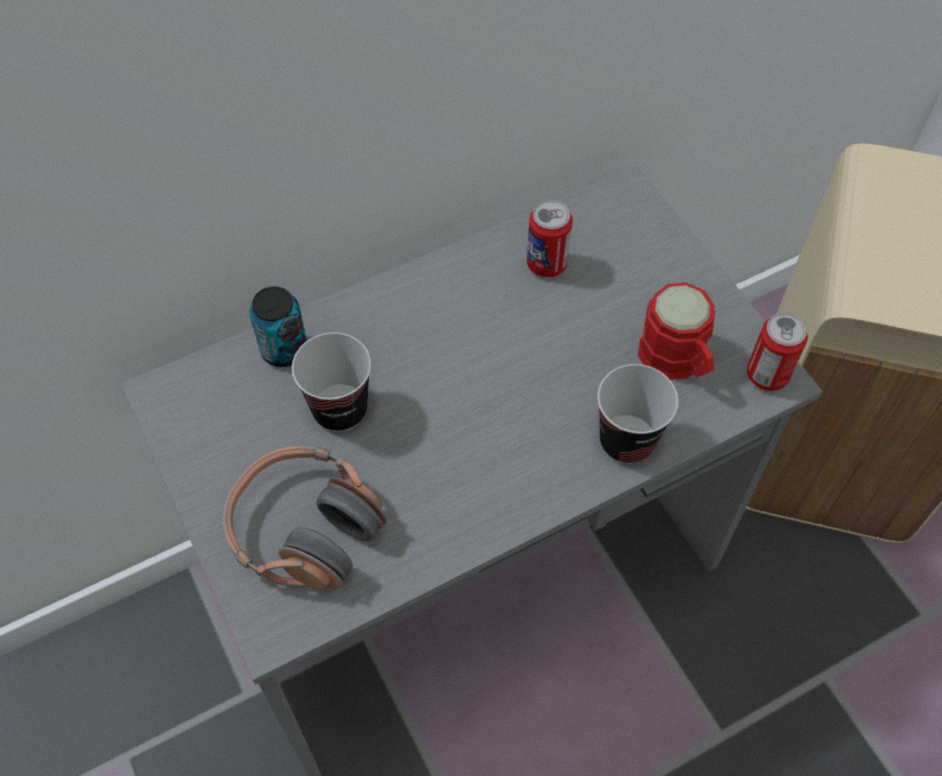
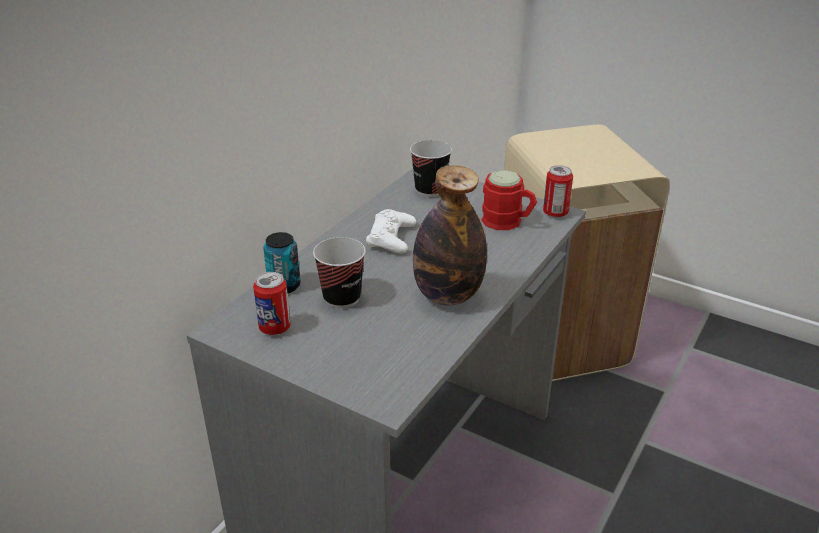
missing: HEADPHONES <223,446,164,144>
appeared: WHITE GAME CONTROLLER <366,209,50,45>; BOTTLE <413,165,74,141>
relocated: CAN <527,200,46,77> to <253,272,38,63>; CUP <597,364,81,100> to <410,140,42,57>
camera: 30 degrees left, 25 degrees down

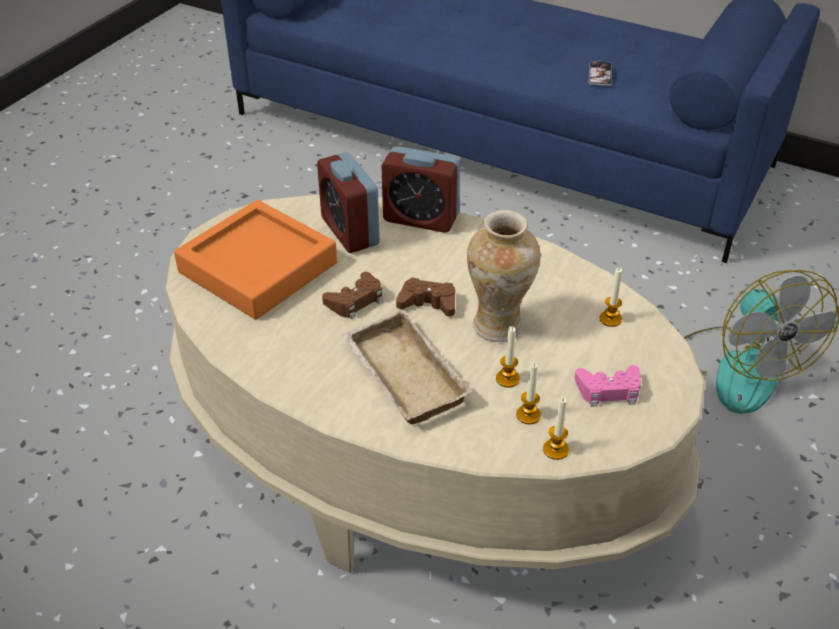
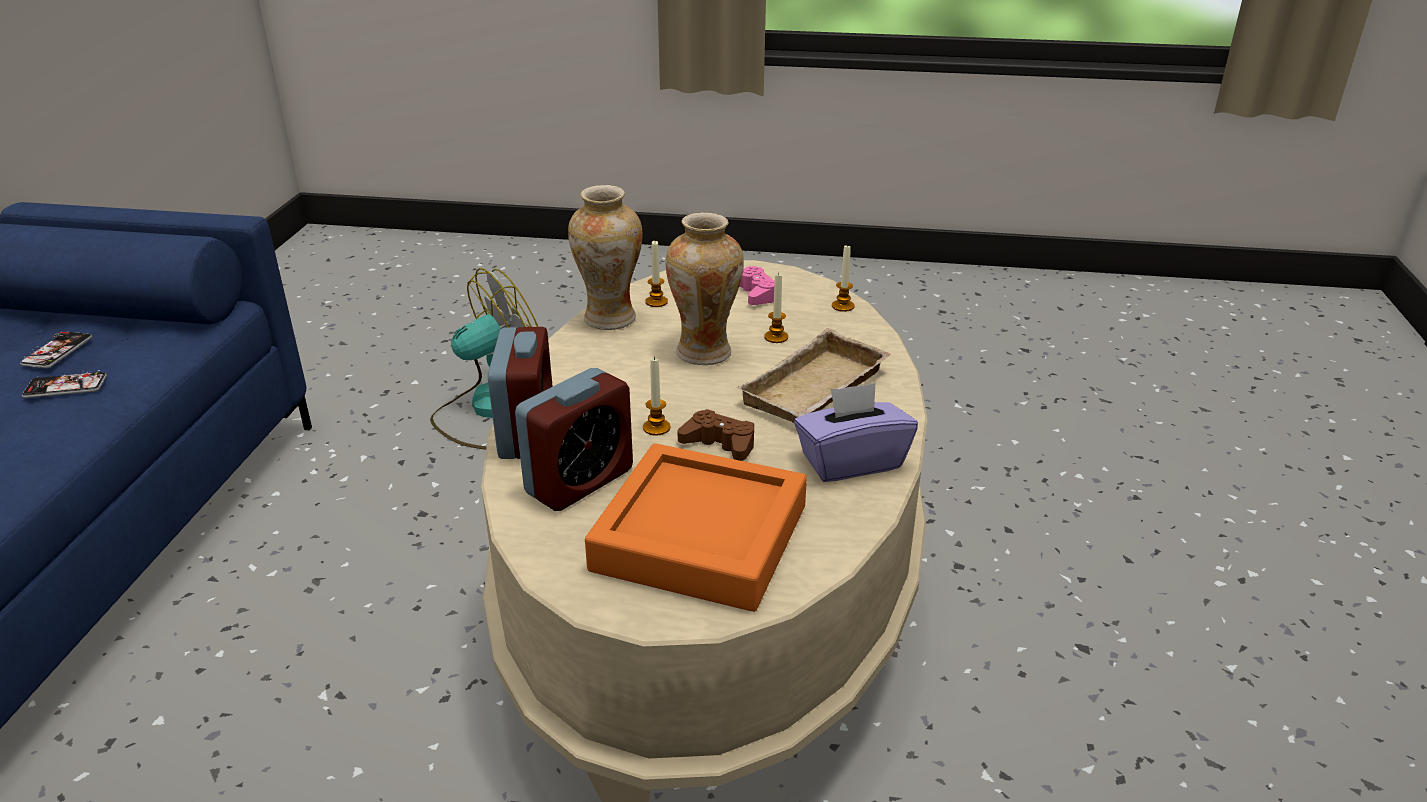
missing: BROWN GAME CONTROLLER <396,278,59,39>
appeared: PHONE <20,332,72,36>; VASE <568,185,75,145>; PURPLE TISSUE BOX <794,383,124,99>
relocated: CANDLE <516,362,25,62> to <643,357,27,79>
camera: 110 degrees left, 10 degrees down

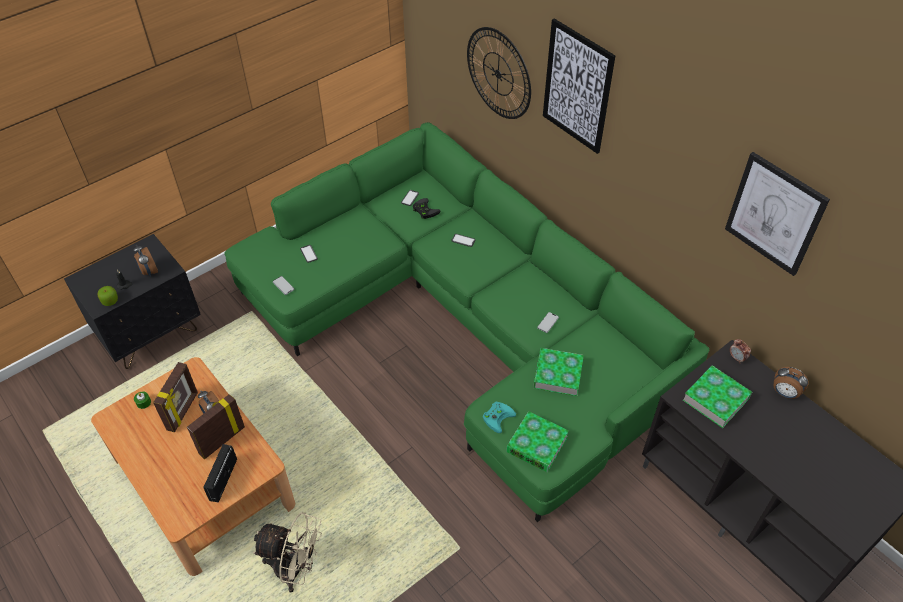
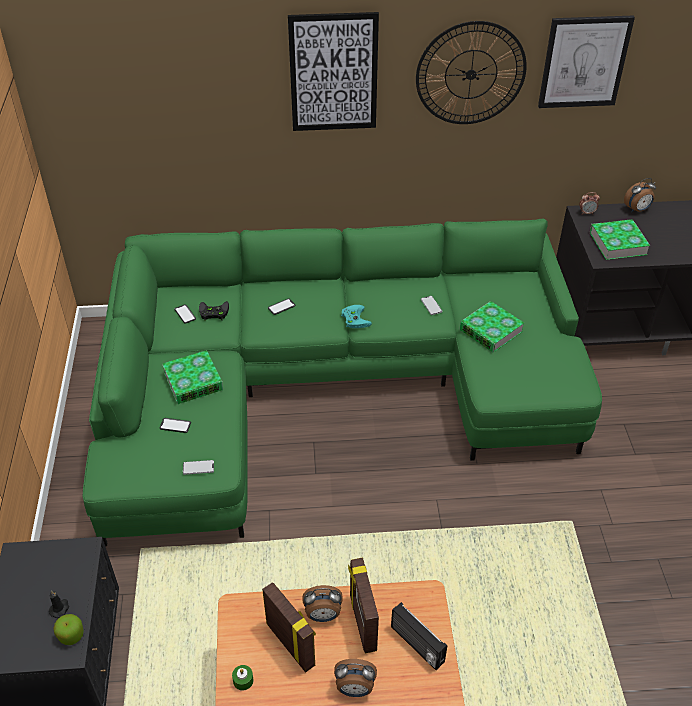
missing: BEIGE FAN <253,512,69,81>
relocated: BOOK <506,411,63,61> to <162,350,61,54>; ALARM CLOCK <133,244,25,33> to <334,659,43,38>; TURQUOISE GAME CONTROLLER <483,402,33,31> to <341,305,31,23>; WALL CLOCK <467,27,64,92> to <416,21,111,103>
camera: 55 degrees left, 5 degrees down

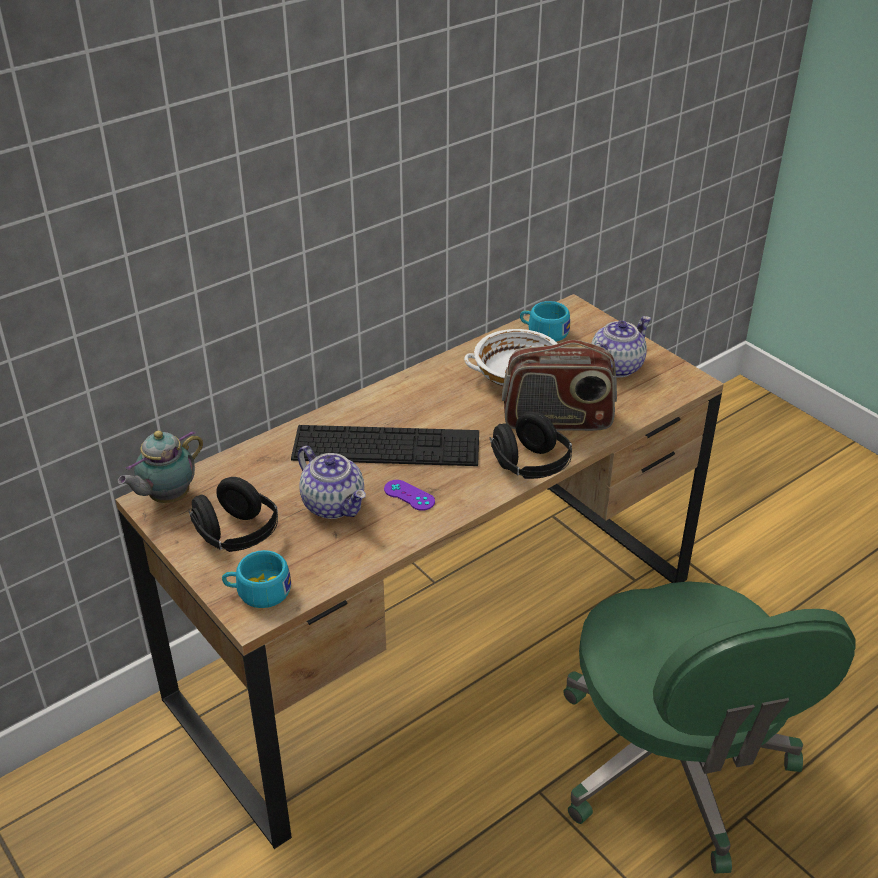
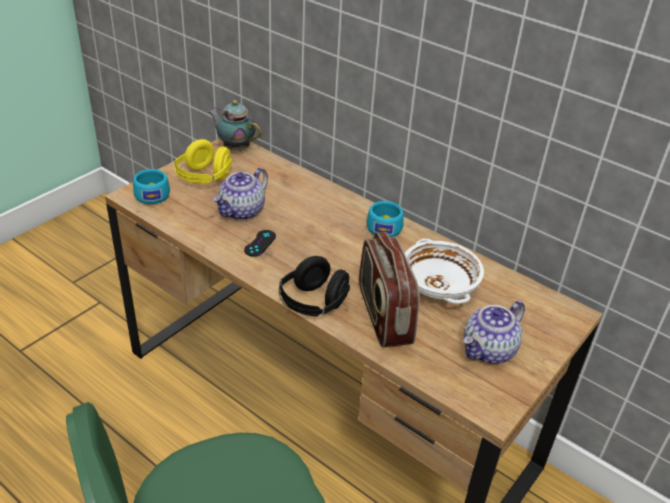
missing: KEYBOARD <291,425,188,41>
relocated: TURQUOISE CUP <520,301,50,41> to <367,201,37,36>
colour: BLACK HEADPHONES <188,477,90,75> to YELLOW HEADPHONES <174,139,58,45>; PURPLE GAME CONTROLLER <384,480,51,31> to BLACK GAME CONTROLLER <244,230,32,27>
spun: TEAPOT <591,316,60,62> = <463,300,62,64> 105 degrees clockwise
camera: 75 degrees right, 0 degrees up

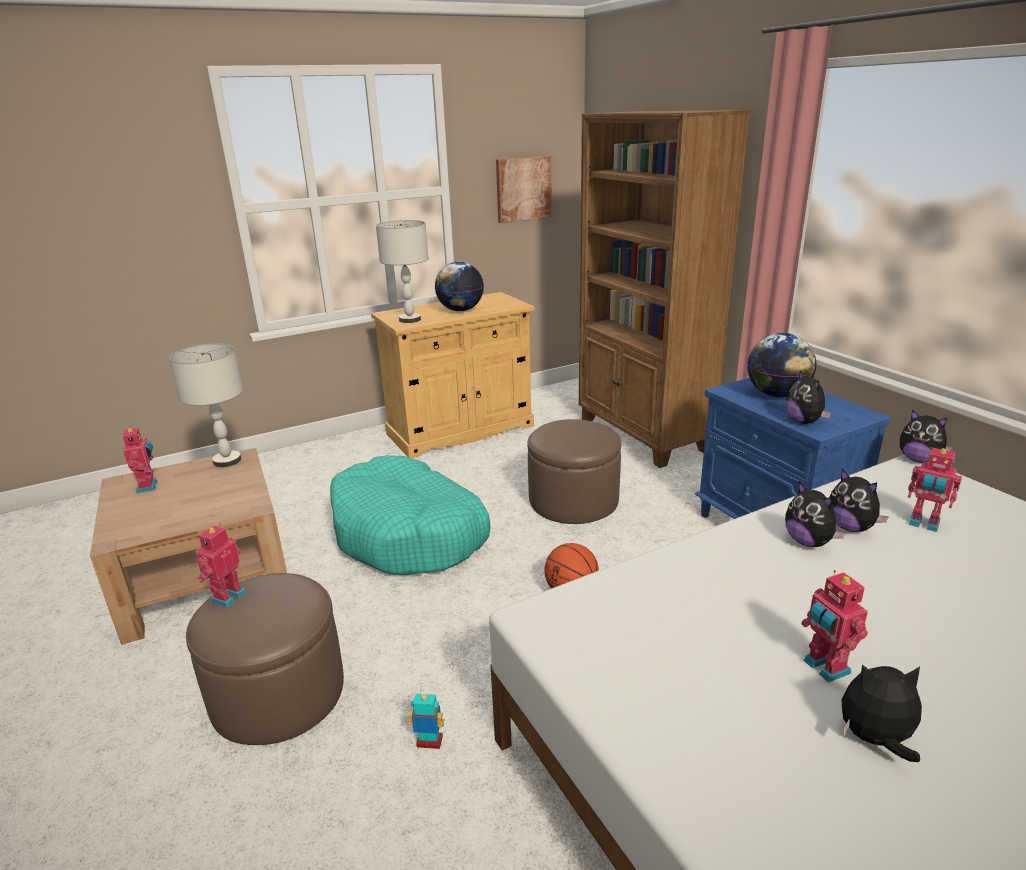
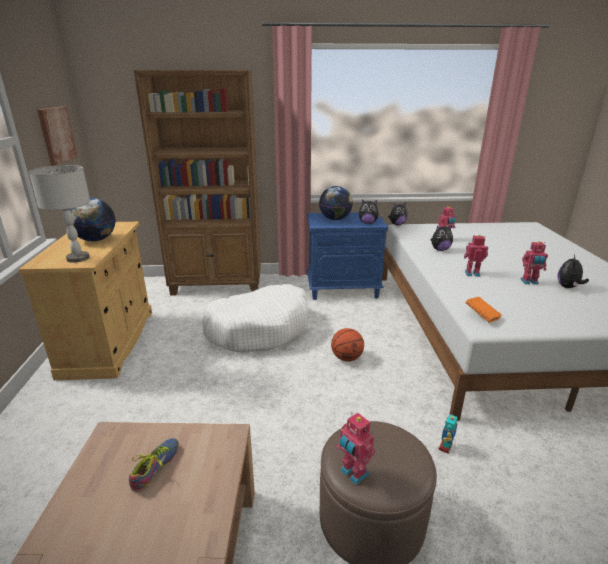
missing: GREY TABLE LAMP <169,343,74,124>; TURQUOISE DOG BED <330,455,160,120>; PLUSH TOY <785,481,60,66>
appeared: SHOE <129,438,50,54>; ORANGE BOOK <466,297,36,26>
relocated: TOY ROBOT <122,426,35,67> to <464,235,24,42>
exchanged: BROWN OTTOMAN <527,419,94,105> to WHITE DOG BED <202,284,106,69>
camera: 65 degrees left, 0 degrees up

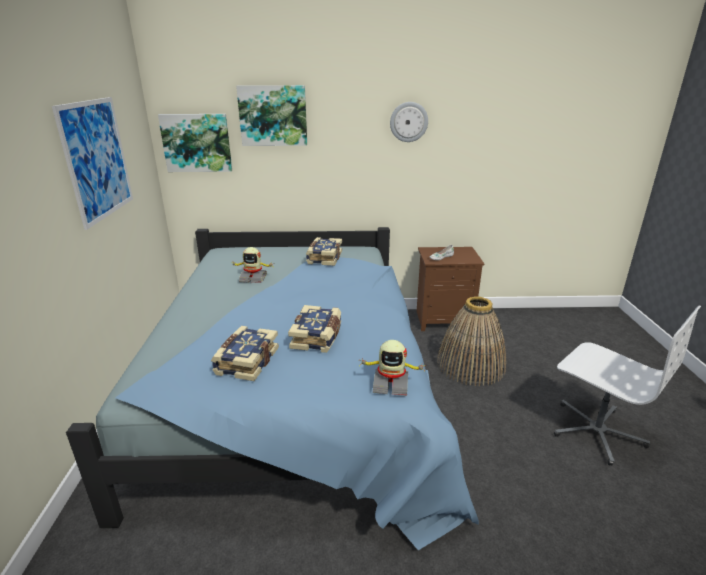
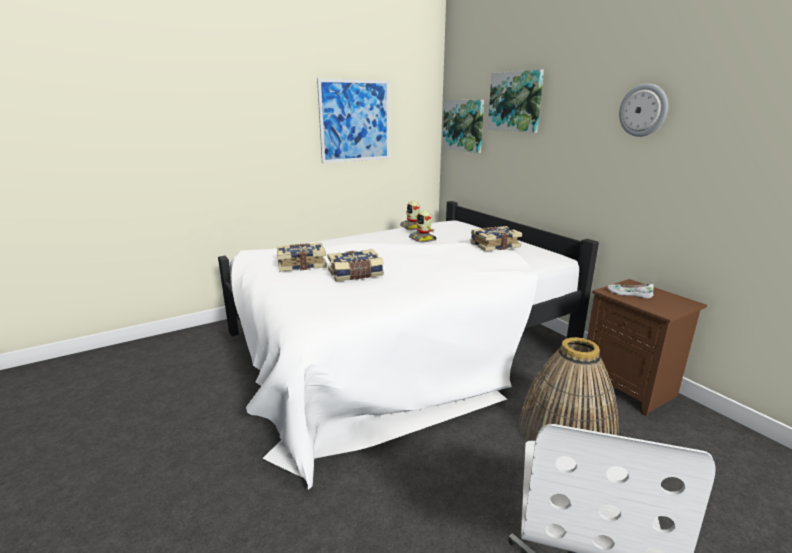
relocated: TOY ROBOT <358,340,67,56> to <400,201,20,29>
colour: BLUE BED <66,227,413,323> to WHITE BED <218,201,381,289>
camera: 60 degrees right, 5 degrees down

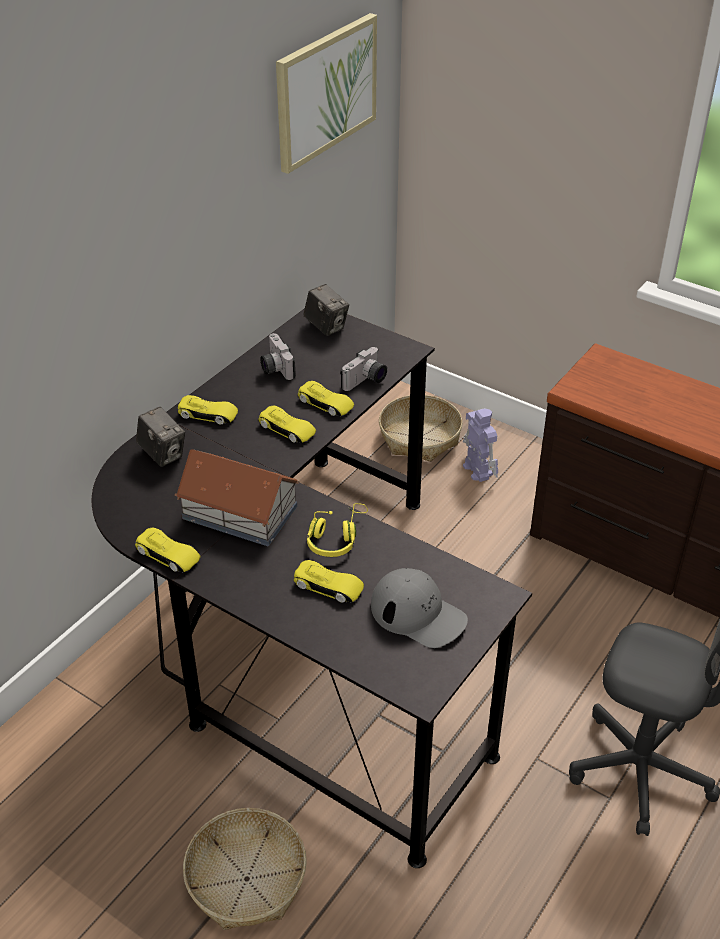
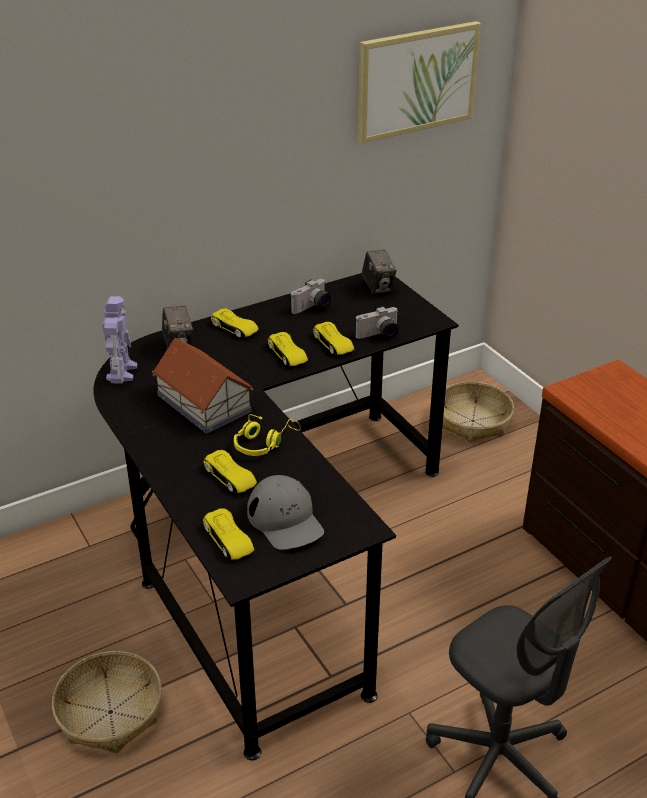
relocated: TOY ROBOT <463,408,35,74> to <102,296,36,88>; YELLOW TOY CAR <135,528,66,45> to <203,508,51,52>
spun: PHOTO CAMERA <261,333,35,47> = <289,279,42,35> 135 degrees counterclockwise
camera: 25 degrees right, 5 degrees down

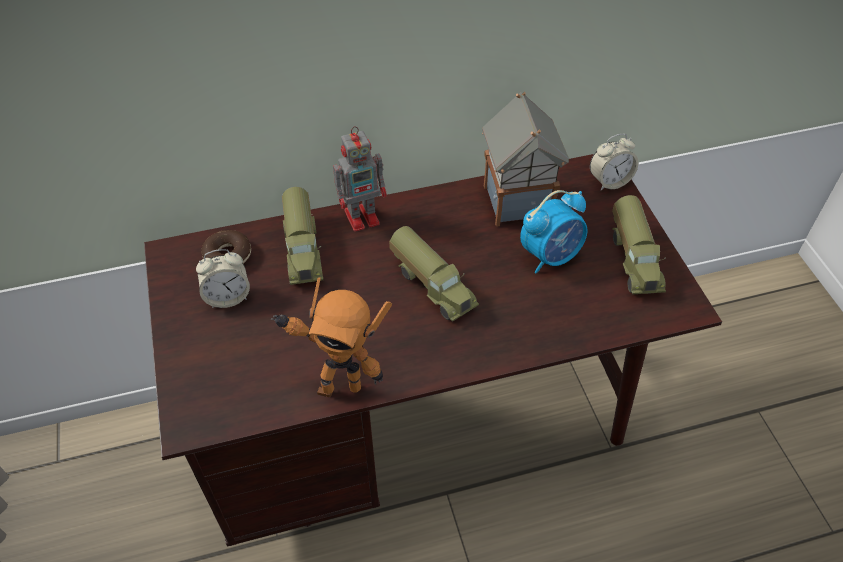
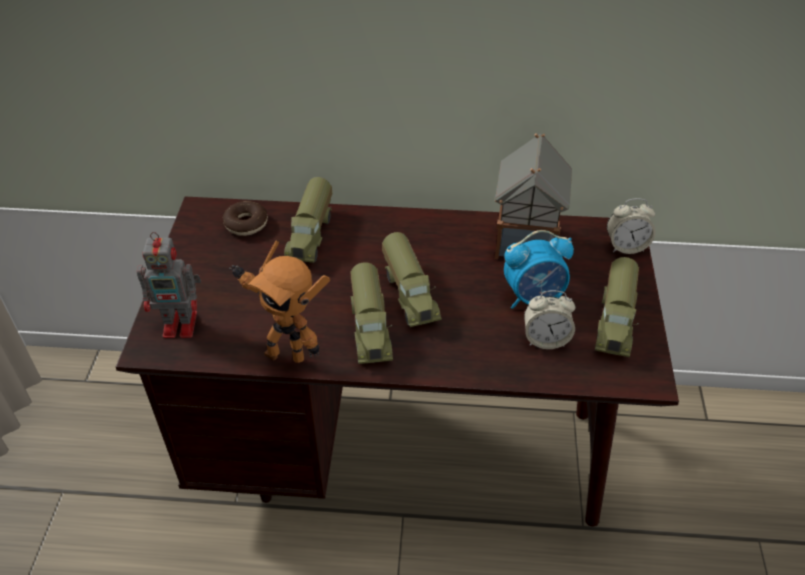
appeared: TOY TRUCK <350,262,43,102>
relocated: TOY ROBOT <333,126,54,106> to <137,232,64,106>; ALARM CLOCK <196,249,54,59> to <524,290,52,59>
camera: 20 degrees right, 5 degrees down

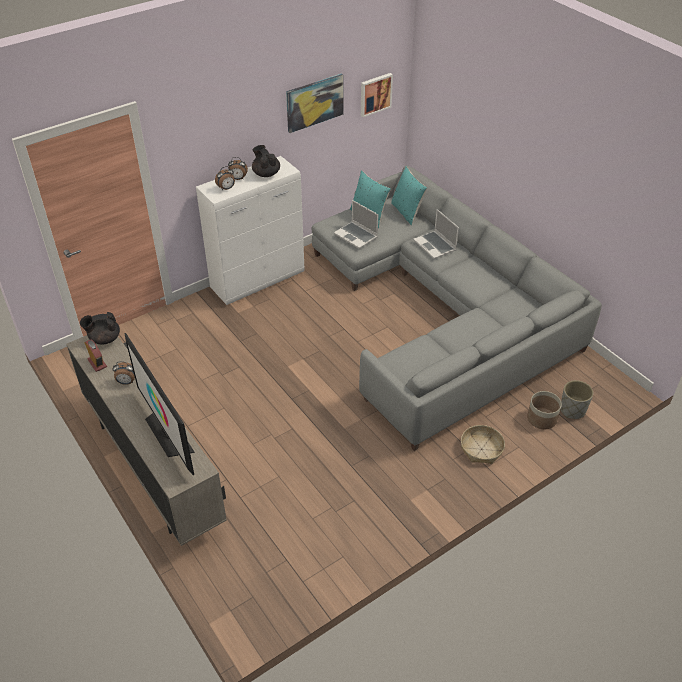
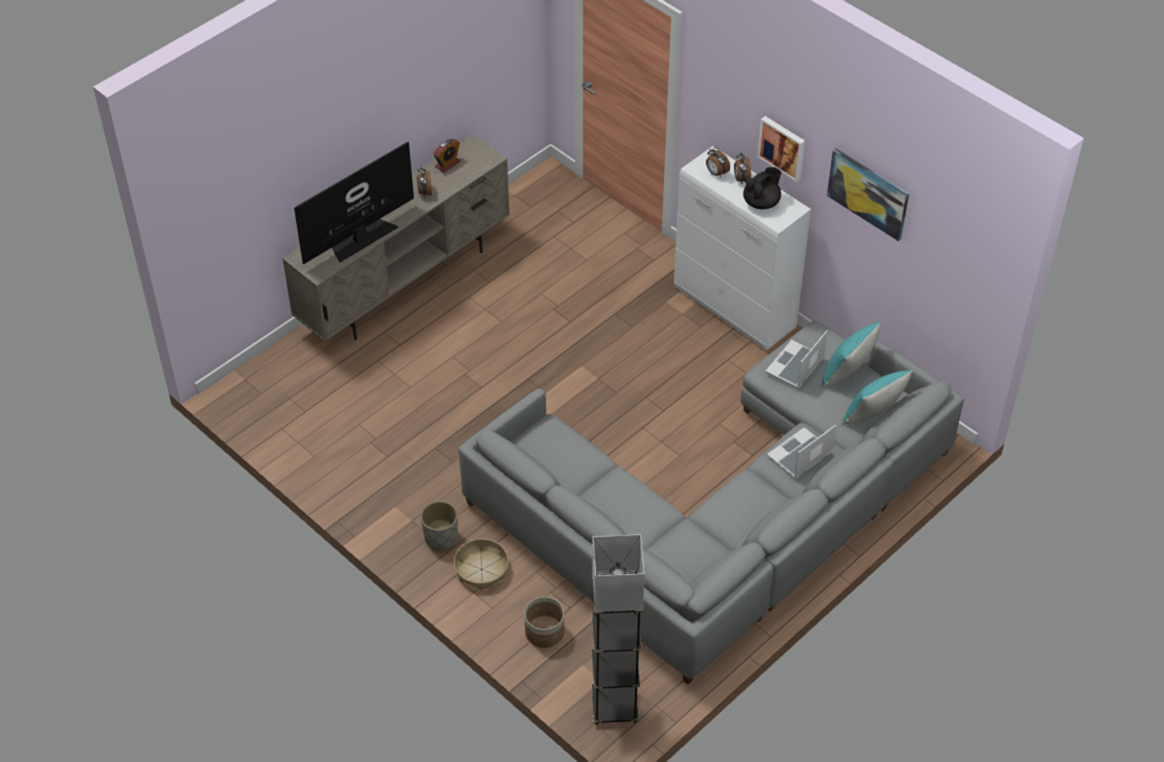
missing: BLACK TEAPOT <80,312,40,32>
appeared: GREY FLOOR LAMP <591,534,54,191>
relocated: GREY PLANTER <561,380,32,39> to <421,501,37,49>; PICTURE <361,73,32,44> to <758,116,47,66>
camera: 80 degrees right, 5 degrees up

